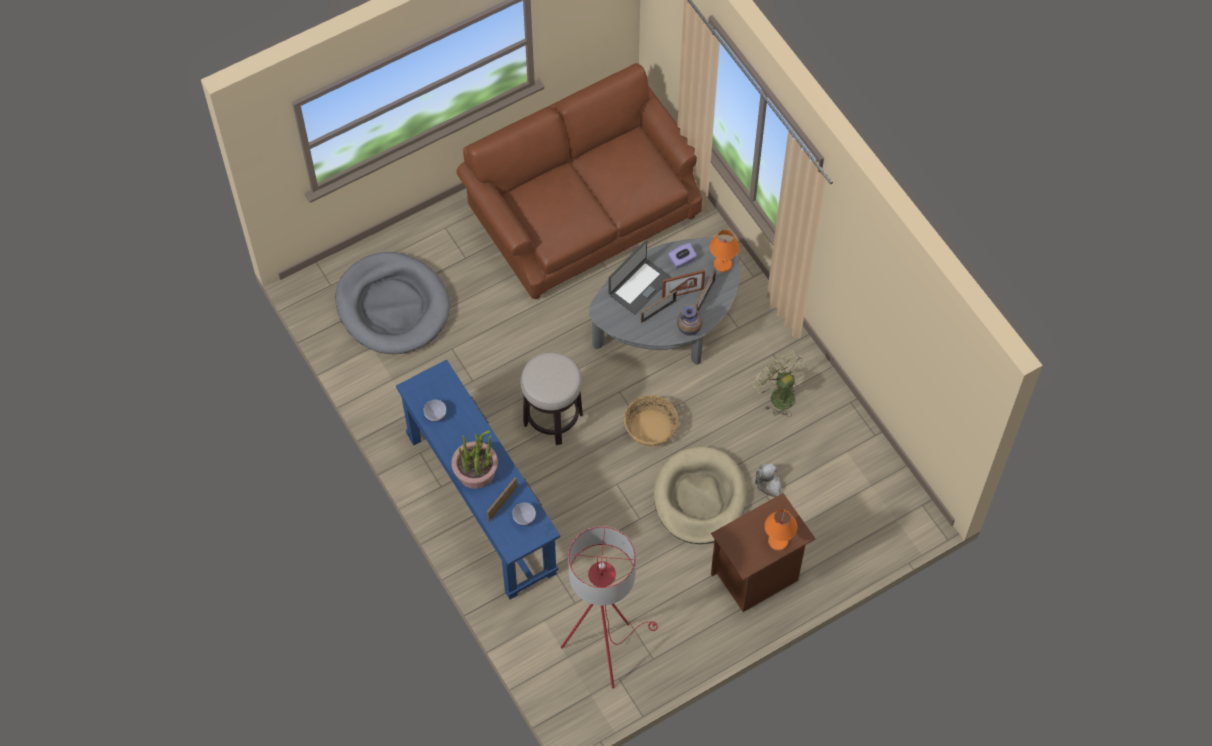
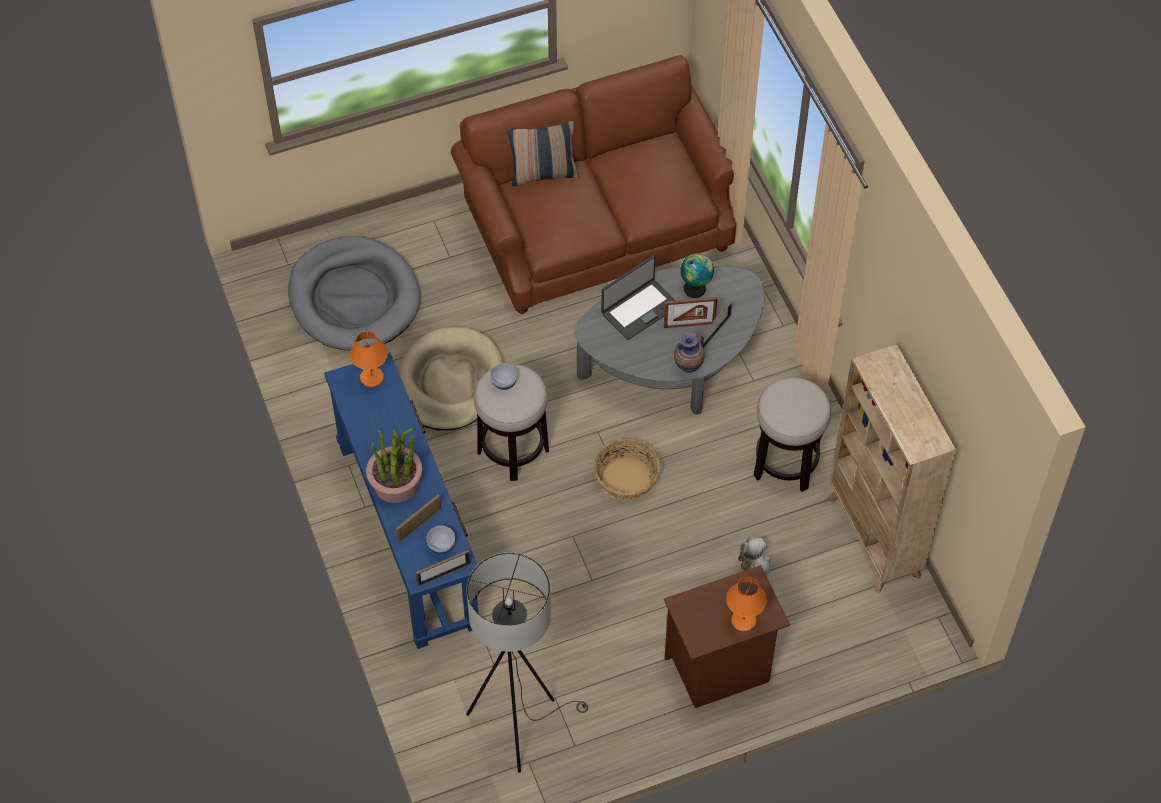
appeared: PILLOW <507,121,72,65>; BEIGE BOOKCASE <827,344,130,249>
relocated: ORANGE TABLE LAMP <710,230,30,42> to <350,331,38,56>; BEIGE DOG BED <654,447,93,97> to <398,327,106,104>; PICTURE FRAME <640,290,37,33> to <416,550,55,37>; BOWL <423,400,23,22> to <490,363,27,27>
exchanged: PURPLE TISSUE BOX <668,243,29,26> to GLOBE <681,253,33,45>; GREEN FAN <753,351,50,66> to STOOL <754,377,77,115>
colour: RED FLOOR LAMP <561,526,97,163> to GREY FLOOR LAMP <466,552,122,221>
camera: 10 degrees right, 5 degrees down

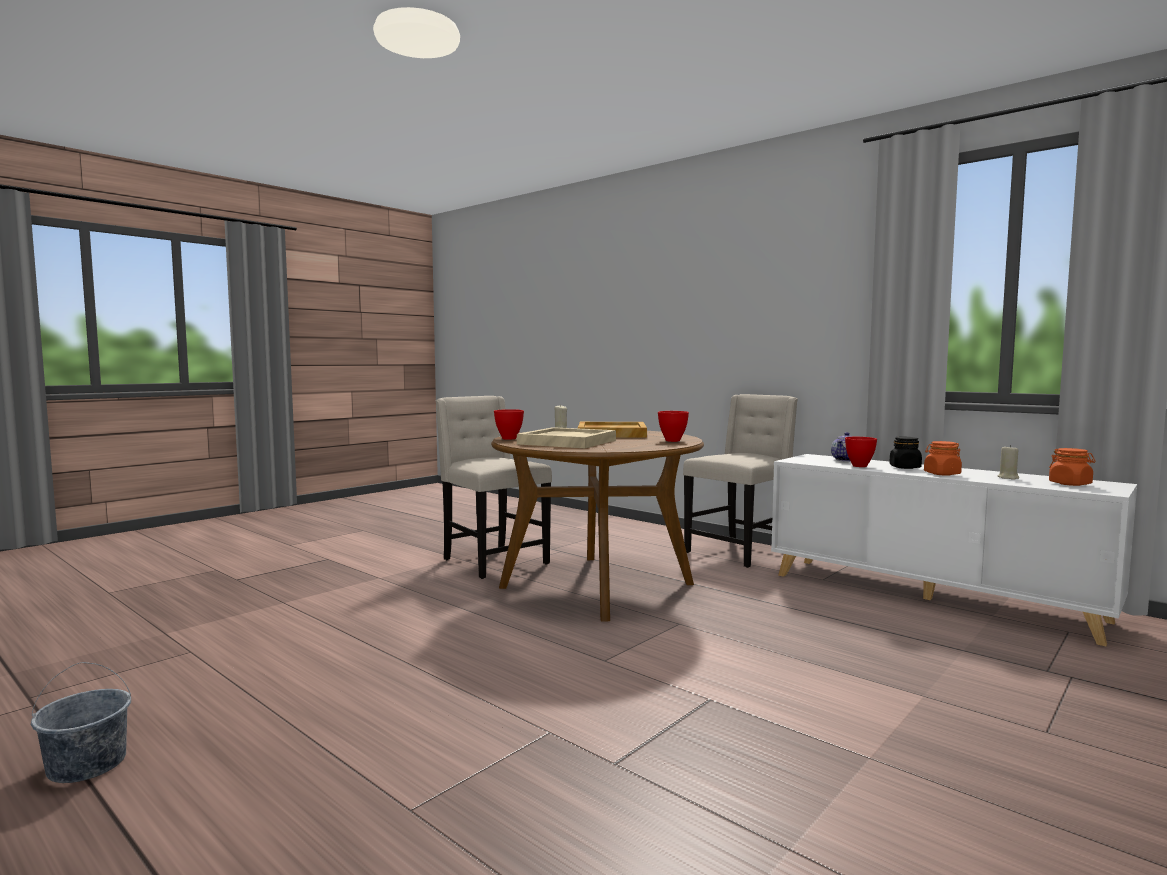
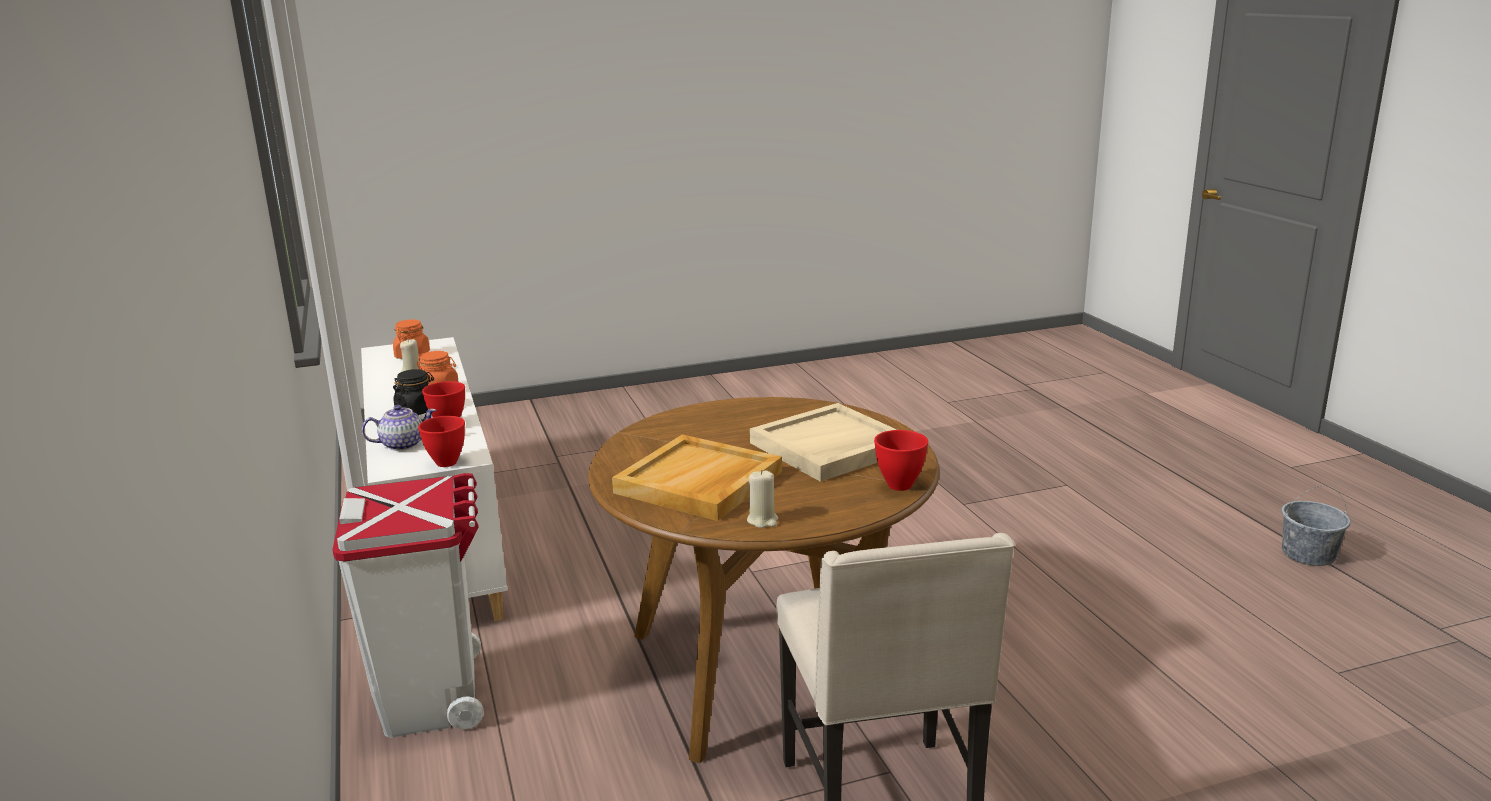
relocated: RED BOWL <658,411,31,31> to <418,416,47,51>
exchanged: BEIGE CHAIR <683,394,115,174> to WHITE TRASH CAN <332,473,151,264>
camera: 150 degrees left, 15 degrees up

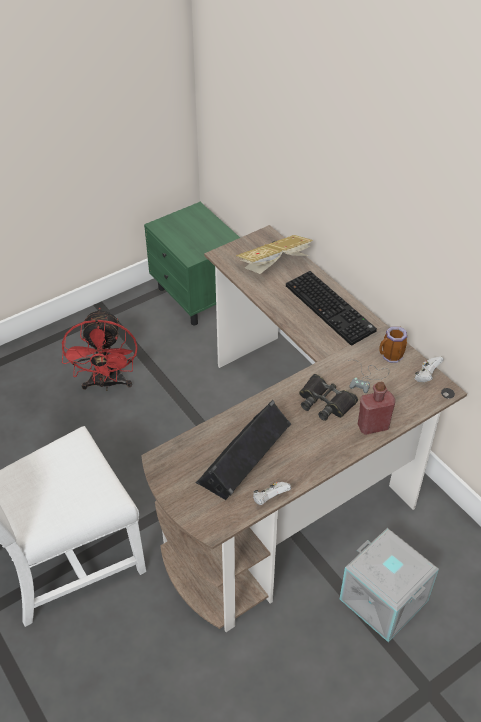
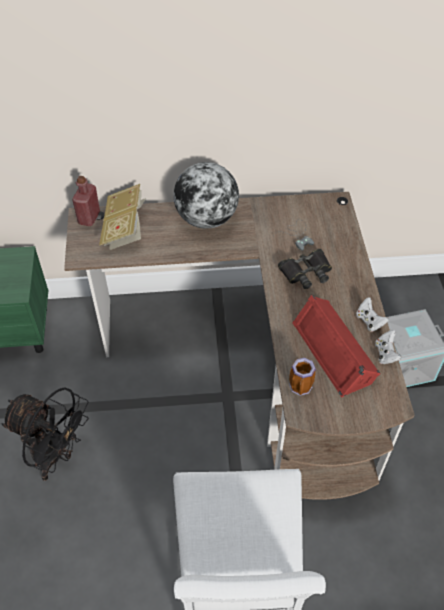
relocated: RED BOTTLE <358,382,37,53> to <72,176,28,50>; MUG <379,326,28,37> to <289,358,27,38>; WHITE GAME CONTROLLER <415,356,29,26> to <356,297,33,35>
exchanged: KEYBOARD <286,271,91,75> to GLOBE <173,162,66,67>
colour: RED FAN <62,308,76,83> to BLACK FAN <1,387,88,94>; BLACK SPEAKER <196,400,95,100> to RED SPEAKER <292,295,89,102>
camera: 60 degrees left, 5 degrees up

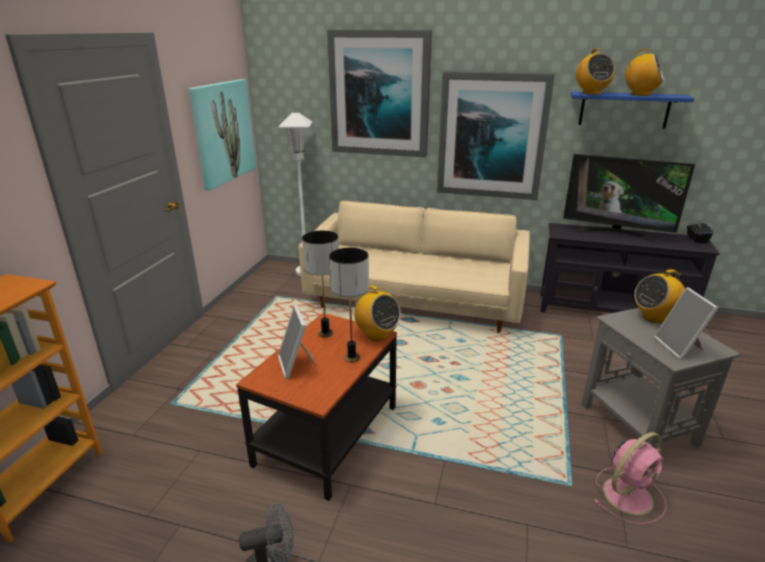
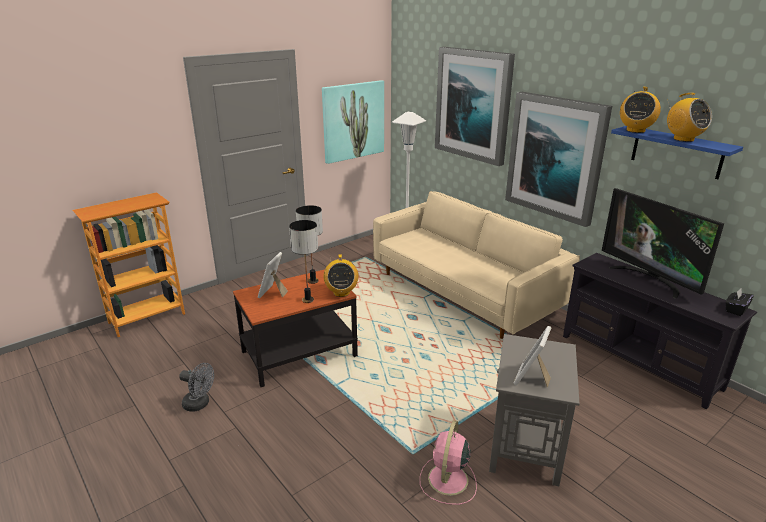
missing: RADIO <634,269,51,54>
spun: PINK FAN <593,432,74,93> = <420,420,57,85> 105 degrees clockwise
camera: 35 degrees right, 0 degrees up

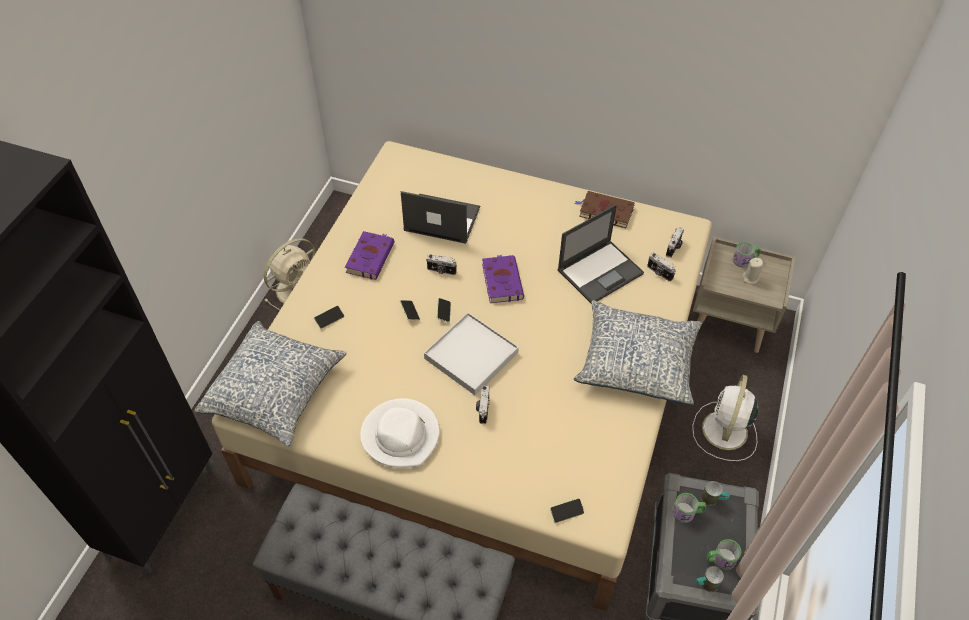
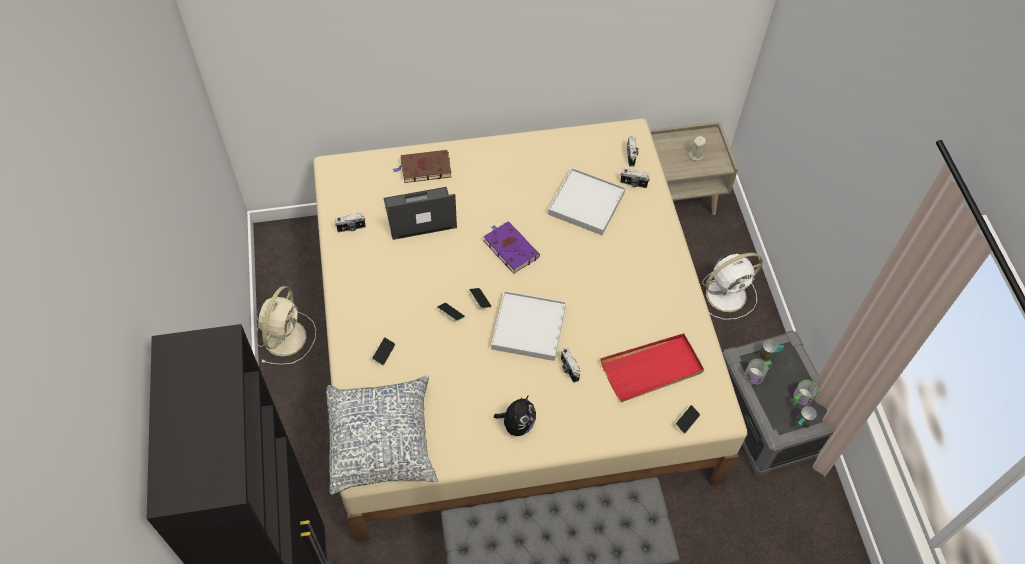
missing: PURPLE BOOK <345,231,50,49>; PILLOW <574,300,128,105>; MUG <732,242,29,25>
appeared: RED TRAY <600,333,104,69>
relocated: PHOTO CAMERA <426,254,31,21> to <335,213,31,19>; BROWN BOOK <574,191,60,37> to <393,150,58,33>
exchanged: WHITE HAT <361,398,79,70> to PLUSH TOY <494,395,42,41>; LAPTOP <557,205,87,98> to WHITE TRAY <548,168,77,67>
spun: WHITE FAN <692,375,67,86> = <702,253,61,67> 105 degrees counterclockwise
camera: 30 degrees left, 5 degrees up

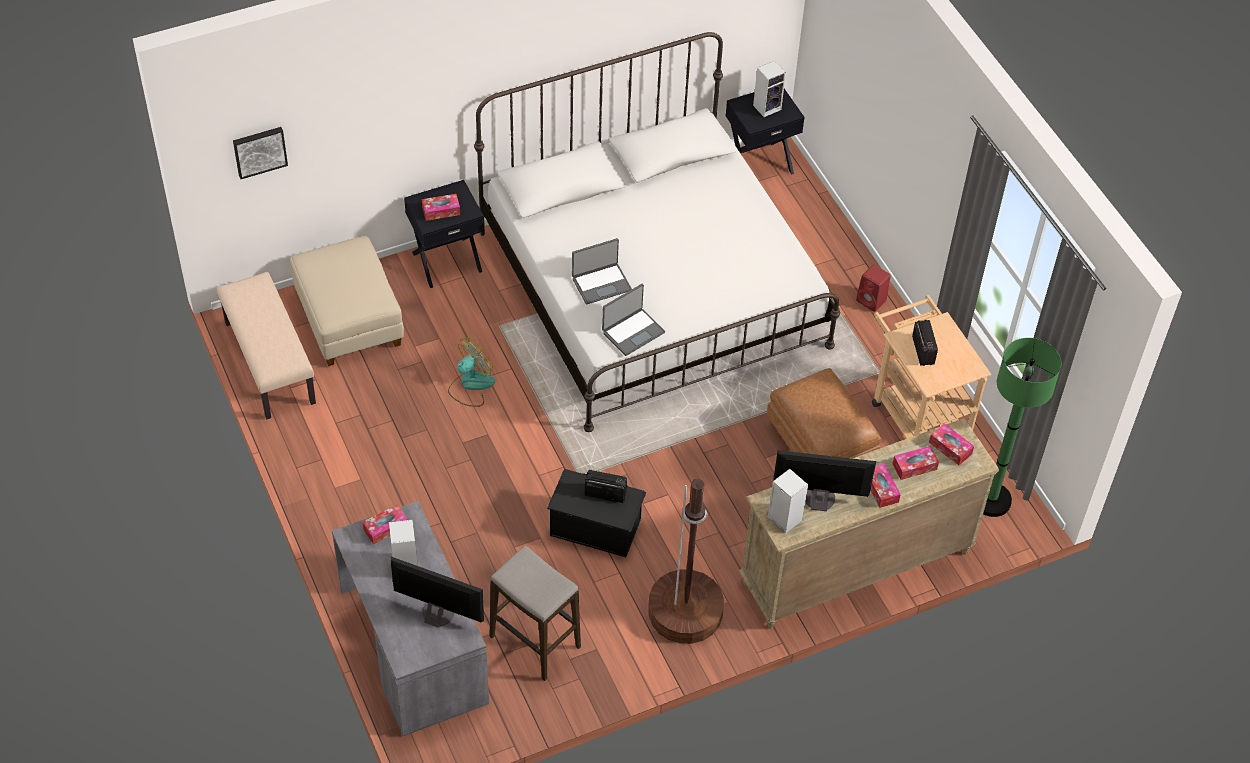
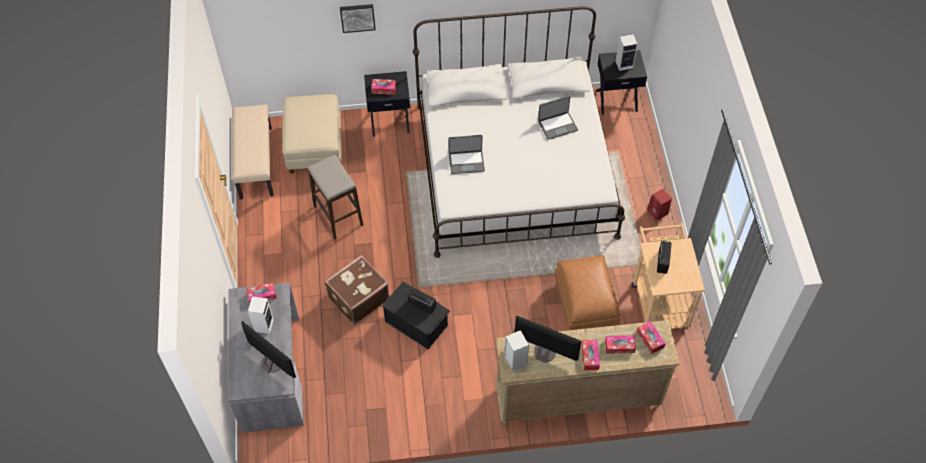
missing: FAN <448,338,47,69>; BROWN FLOOR LAMP <648,479,76,165>; GREEN FLOOR LAMP <983,338,79,179>
appeared: BROWN SUITCASE <325,255,64,70>
relocated: STOOL <489,546,92,135> to <308,155,55,84>; PICTURE <233,127,55,52> to <340,4,36,29>; LAPTOP <602,284,63,72> to <538,96,40,44>
camera: 20 degrees right, 5 degrees up

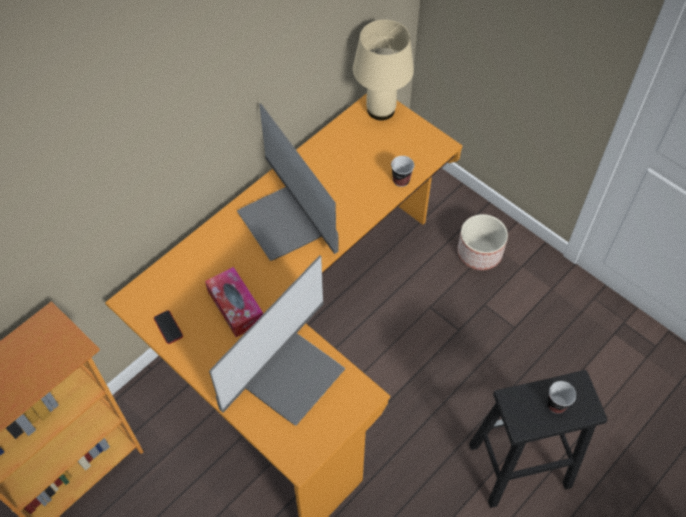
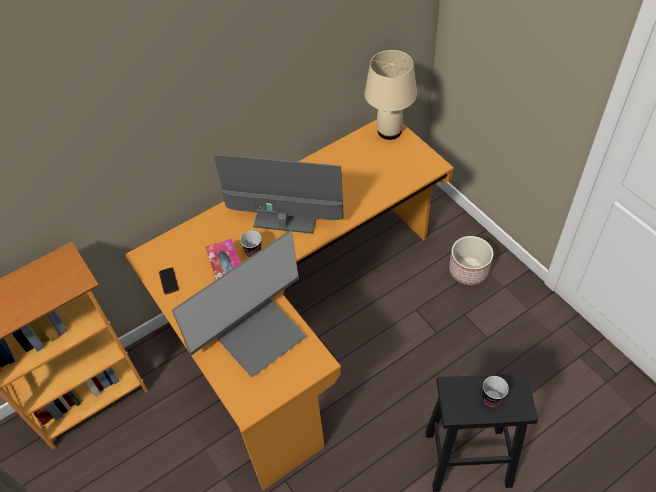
relocated: CUP <391,156,23,31> to <240,231,22,27>
spun: MONITOR <237,103,102,158> = <214,154,130,80> 120 degrees clockwise
camera: 15 degrees right, 5 degrees down

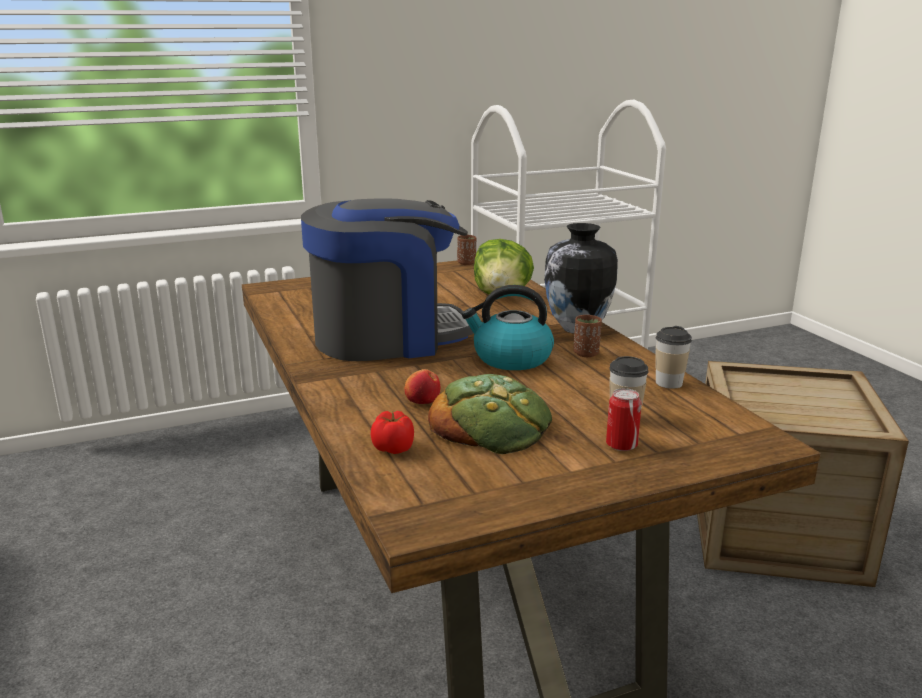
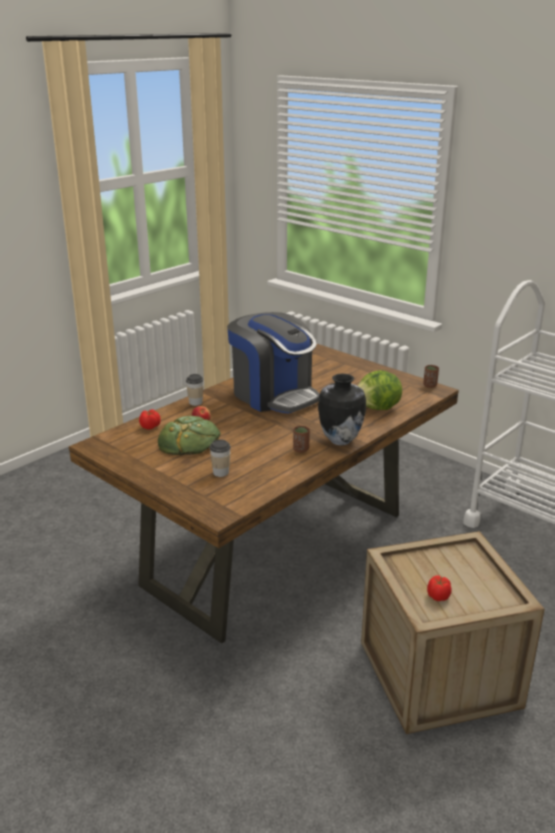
missing: KETTLE <462,285,92,85>; CAN <606,388,35,63>
appeared: TOMATO <427,575,24,26>
relocated: CUP <655,326,37,63> to <186,374,18,32>
camera: 65 degrees right, 5 degrees up

